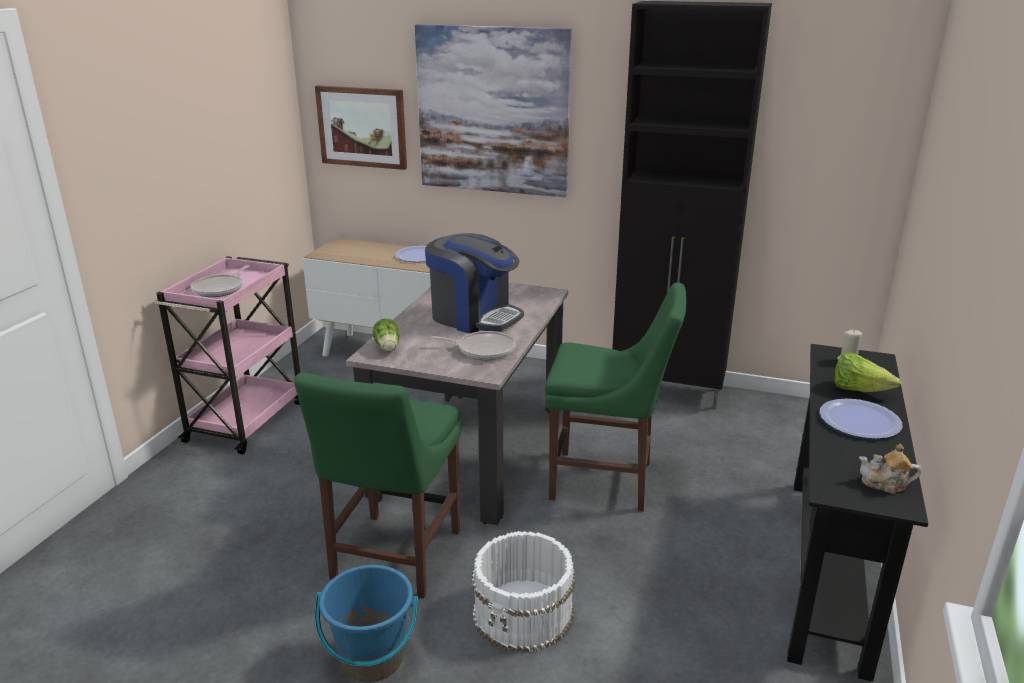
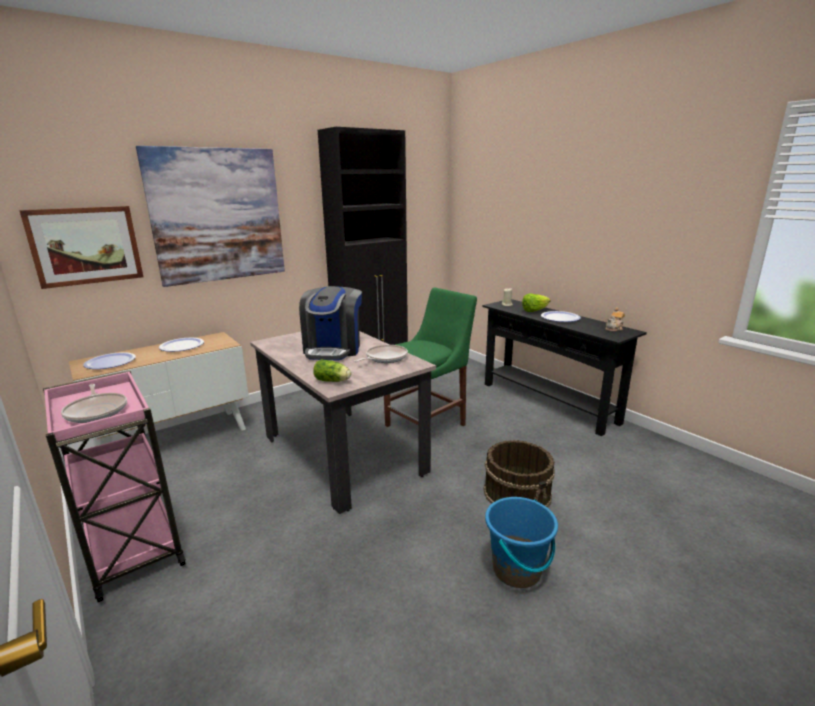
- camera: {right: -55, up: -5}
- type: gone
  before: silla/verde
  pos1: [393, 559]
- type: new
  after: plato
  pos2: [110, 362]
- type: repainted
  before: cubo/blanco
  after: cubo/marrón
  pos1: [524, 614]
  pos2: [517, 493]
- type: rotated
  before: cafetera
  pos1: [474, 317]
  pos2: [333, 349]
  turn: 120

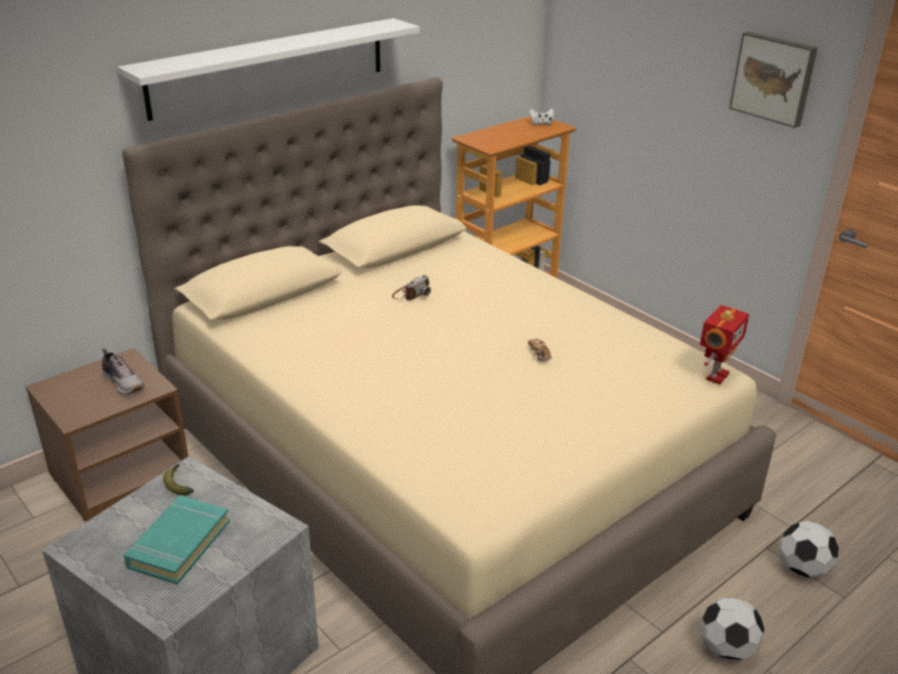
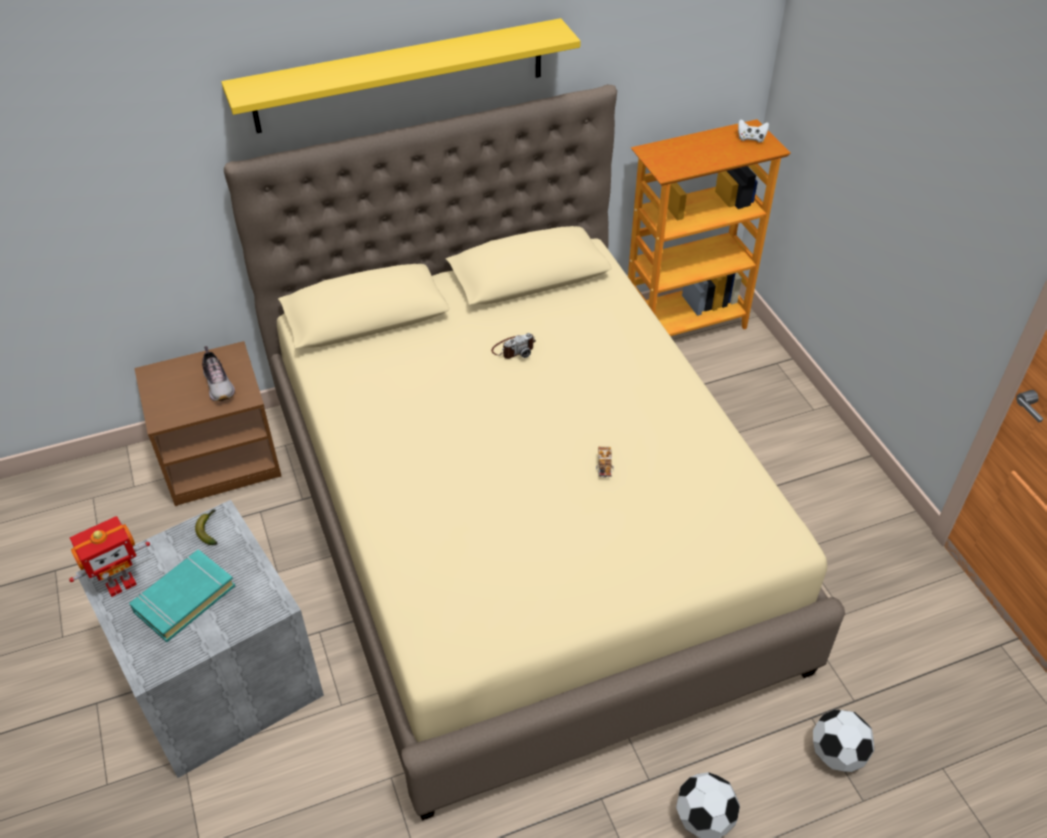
- camera: {right: 20, up: 15}
- type: gone
  before: cuadro
  pos1: [774, 78]
- type: shifted
  before: robot de juguete
  pos1: [715, 376]
  pos2: [120, 583]
- type: repainted
  before: estante/blanco
  after: estante/amarillo
  pos1: [270, 67]
  pos2: [400, 76]

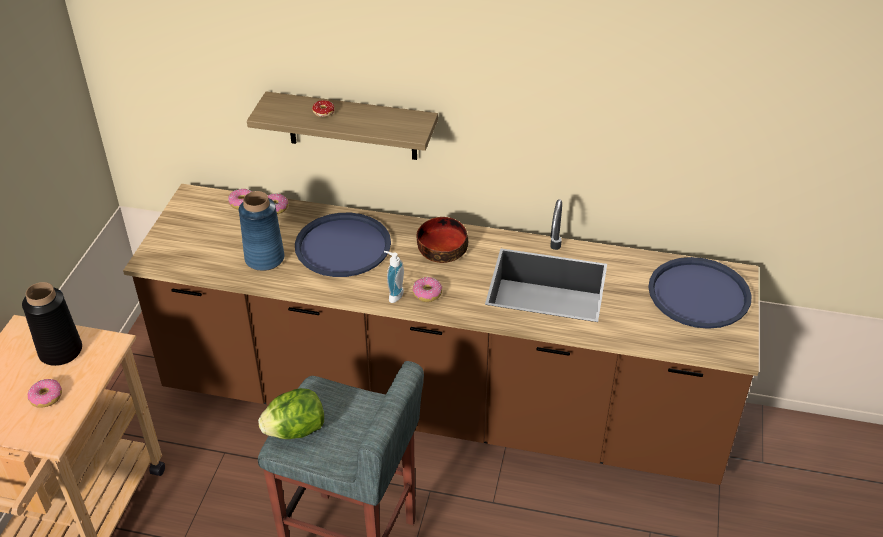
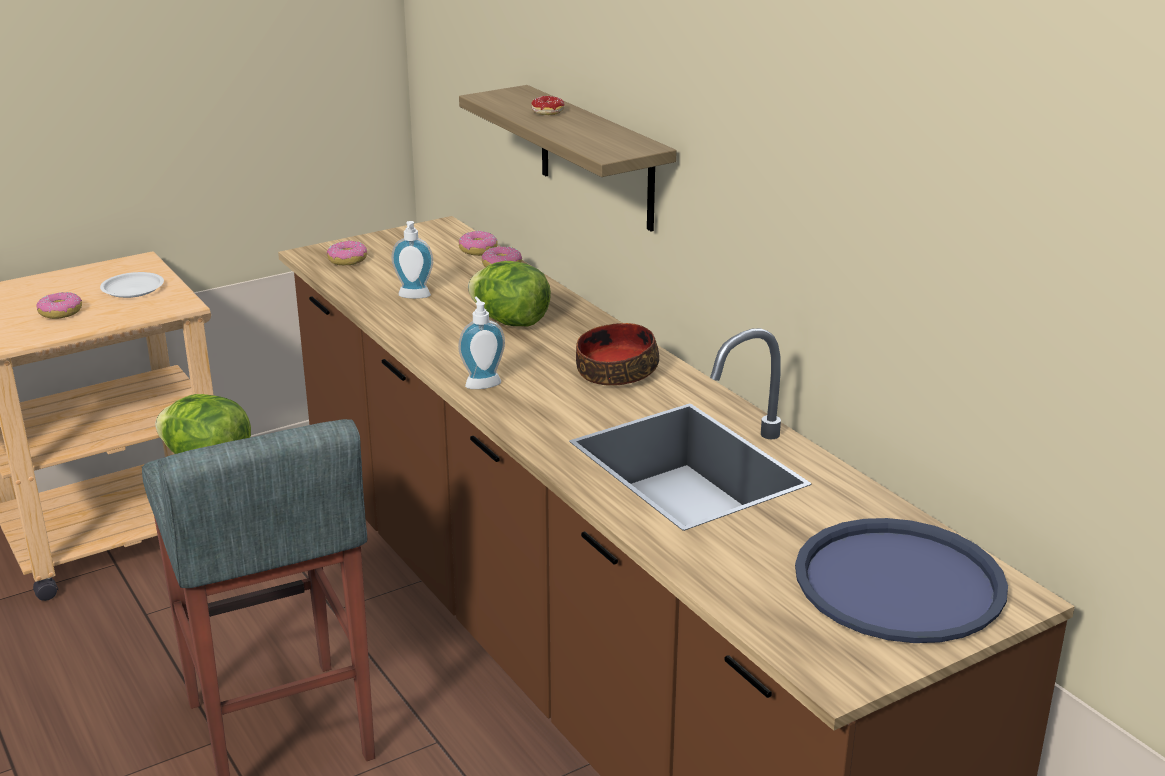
- camera: {right: 45, up: -15}
- type: shifted
  before: rosquilla
  pos1: [427, 293]
  pos2: [347, 260]
- type: swapped
  before: florero/negro
  after: plato/blanco
  pos1: [60, 351]
  pos2: [132, 289]
- type: swapped
  before: florero/azul
  after: dispensador de jabón
  pos1: [264, 258]
  pos2: [414, 297]
- type: swapped
  before: bandeja/azul
  after: lechuga
  pos1: [343, 246]
  pos2: [510, 322]

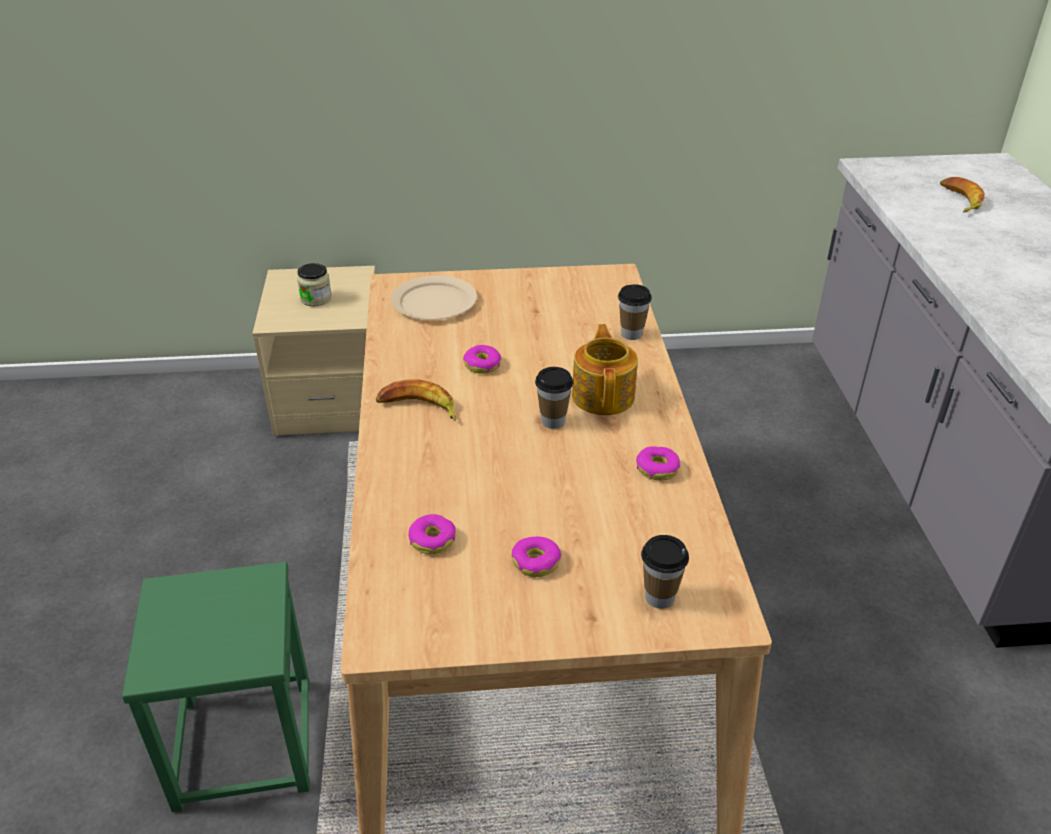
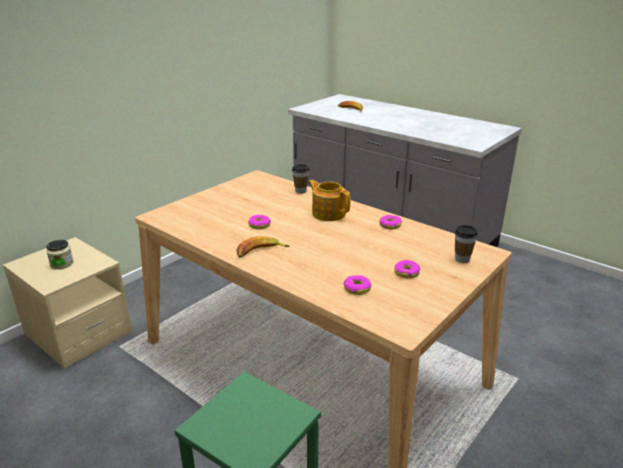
- camera: {right: -45, up: -10}
- type: gone
  before: plato/beis
  pos1: [433, 302]
- type: gone
  before: taza
  pos1: [553, 421]

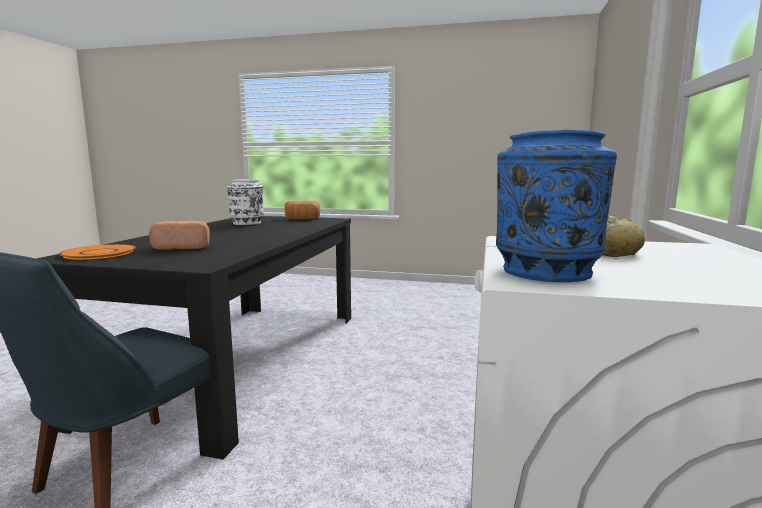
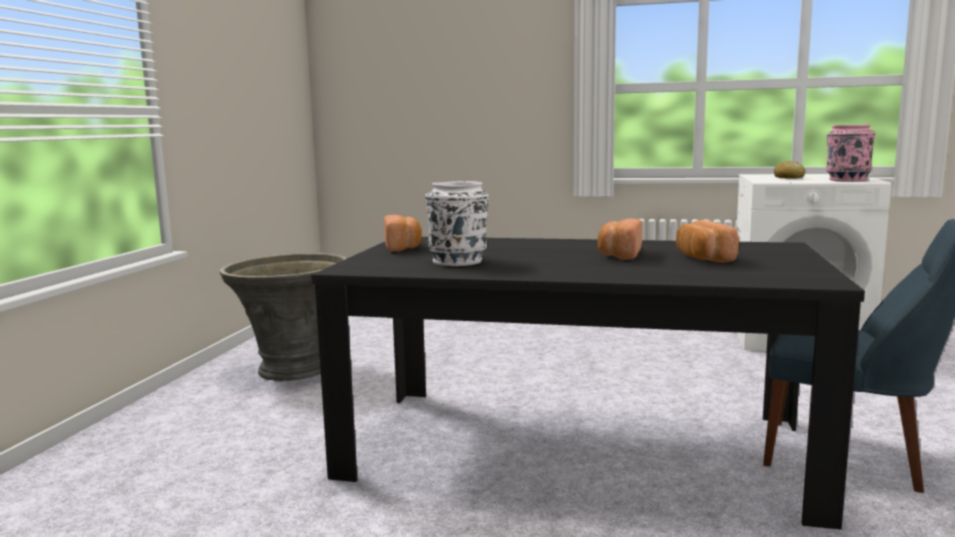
- camera: {right: -90, up: 0}
- type: gone
  before: plato/naranja
  pos1: [99, 253]
- type: new
  after: maceta/gris
  pos2: [292, 370]
- type: new
  after: pan
  pos2: [619, 255]
- type: repainted
  before: florero/azul
  after: florero/rosa
  pos1: [545, 271]
  pos2: [847, 180]

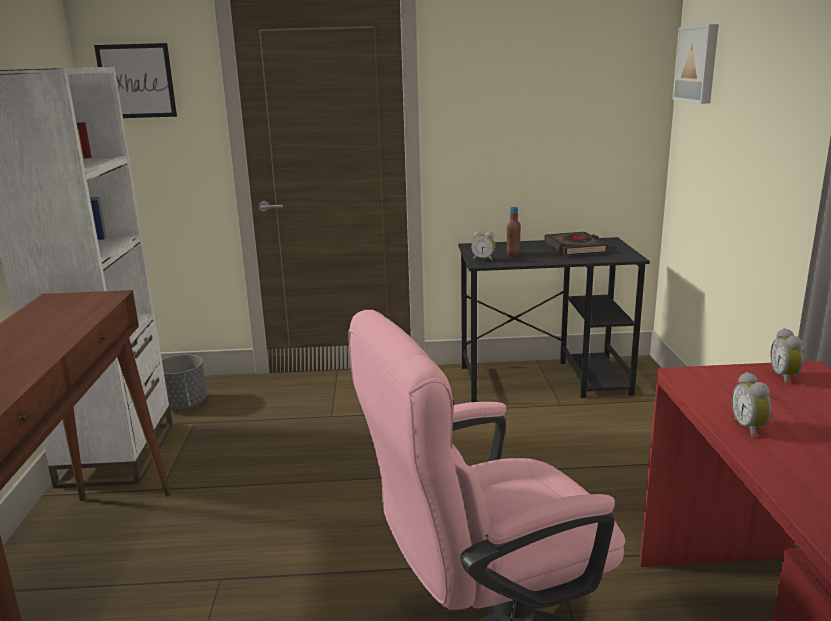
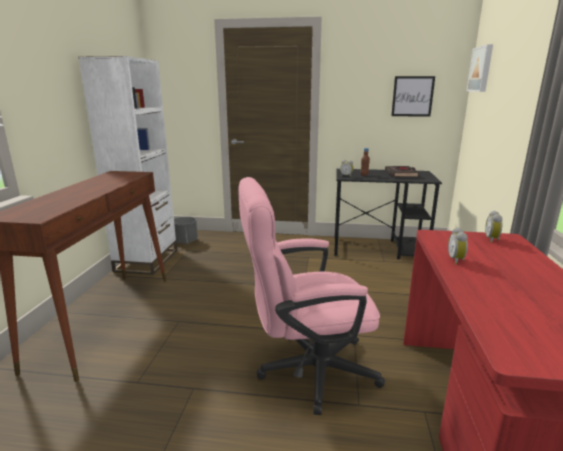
- camera: {right: 10, up: 0}
- type: shifted
  before: cuadro
  pos1: [136, 81]
  pos2: [412, 96]

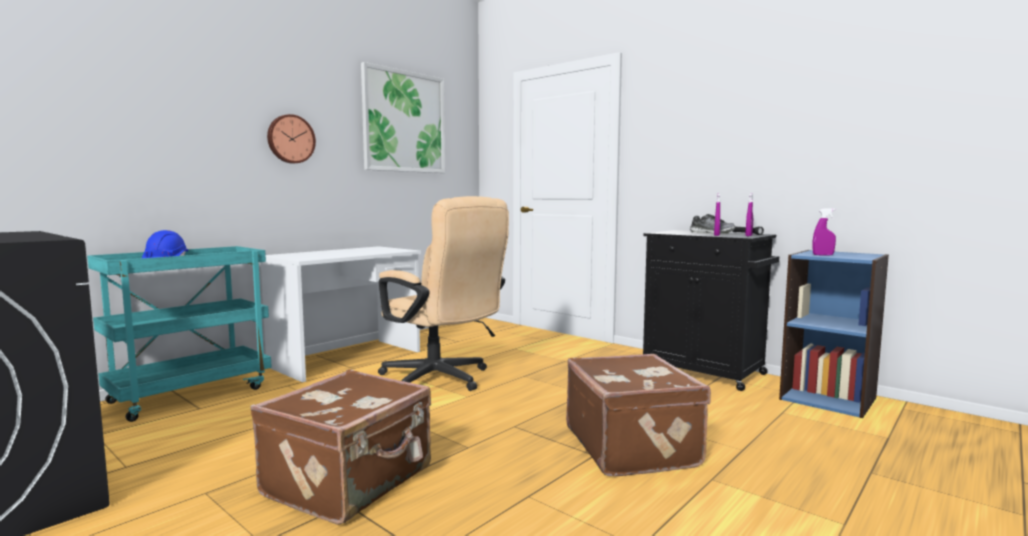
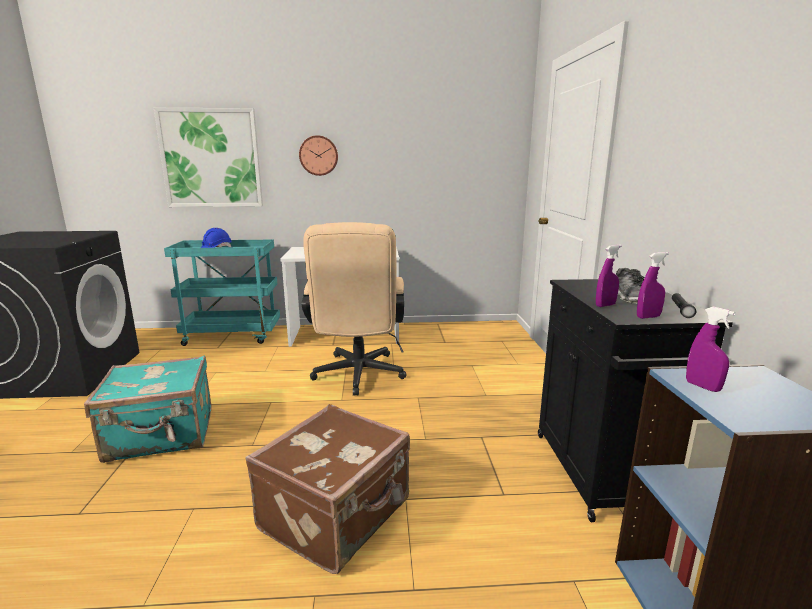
- camera: {right: 45, up: 10}
- type: shifted
  before: cuadro
  pos1: [404, 122]
  pos2: [211, 158]
- type: repainted
  before: maleta/marrón
  after: maleta/turquesa
  pos1: [351, 482]
  pos2: [162, 435]

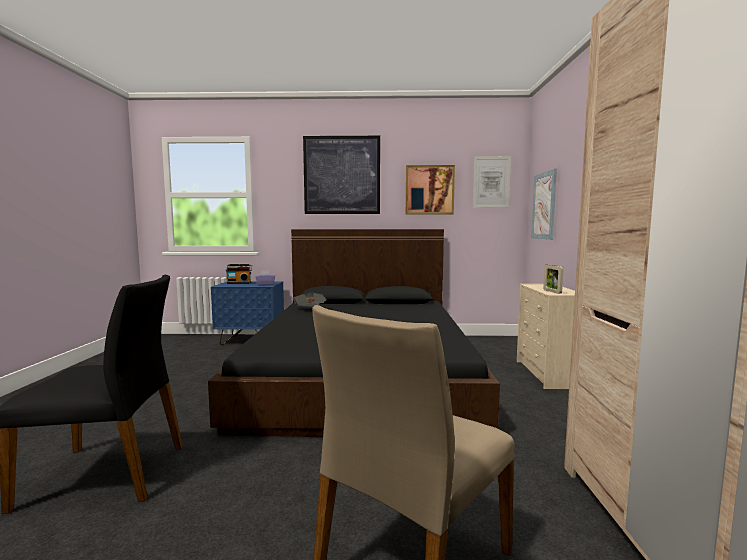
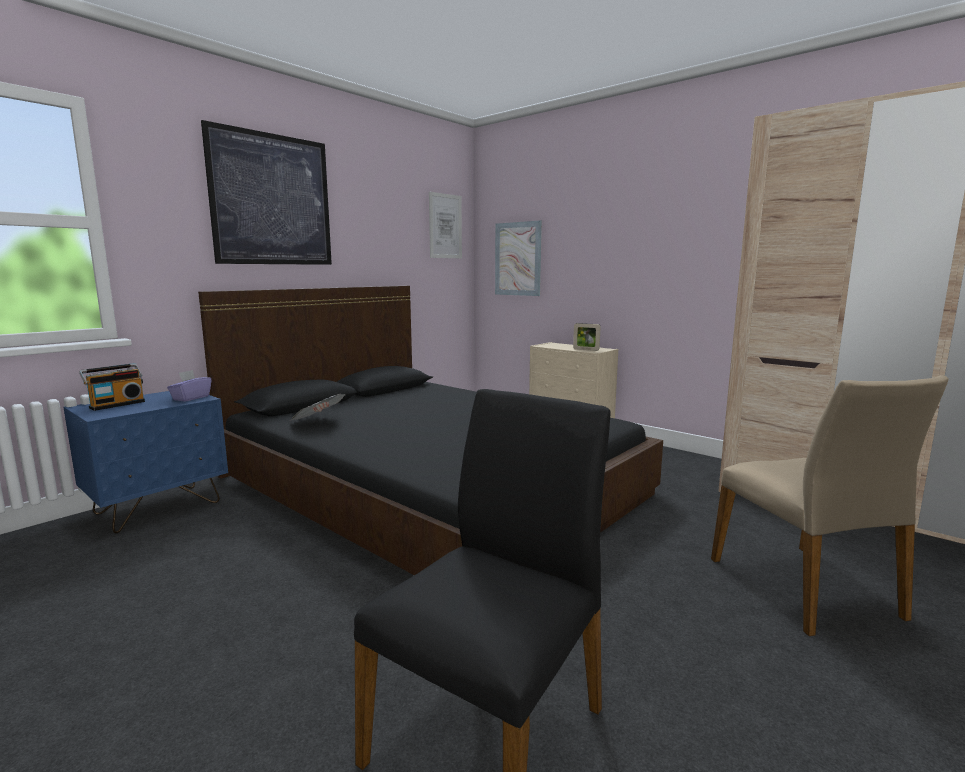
- camera: {right: -50, up: 5}
- type: gone
  before: cuadro
  pos1: [429, 190]

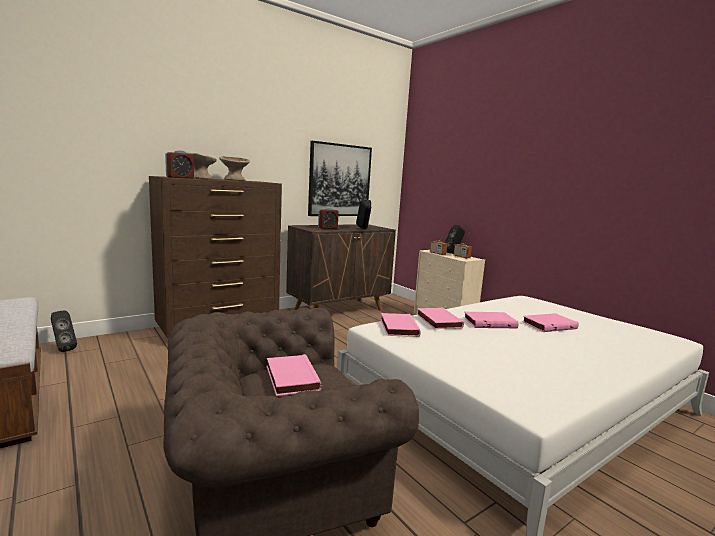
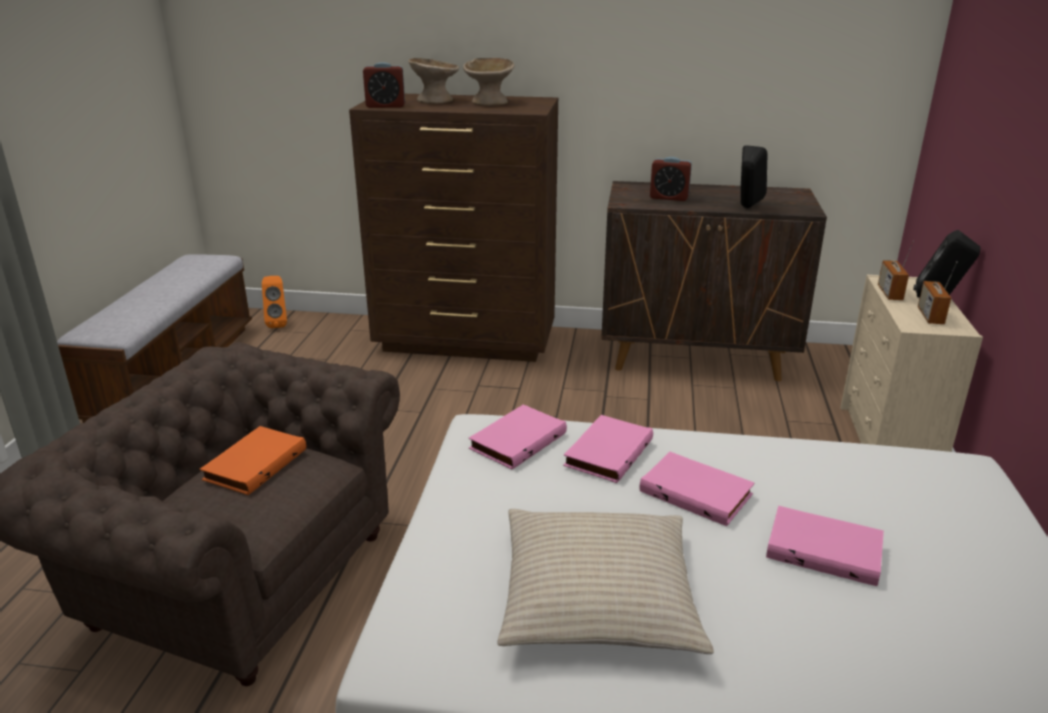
- camera: {right: 45, up: 15}
- type: gone
  before: cuadro
  pos1: [339, 180]
- type: new
  after: cojín/beis
  pos2: [598, 597]
- type: repainted
  before: altavoz/negro
  after: altavoz/naranja
  pos1: [62, 349]
  pos2: [278, 323]
- type: repainted
  before: libro/rosa
  after: libro/naranja
  pos1: [290, 378]
  pos2: [254, 463]

